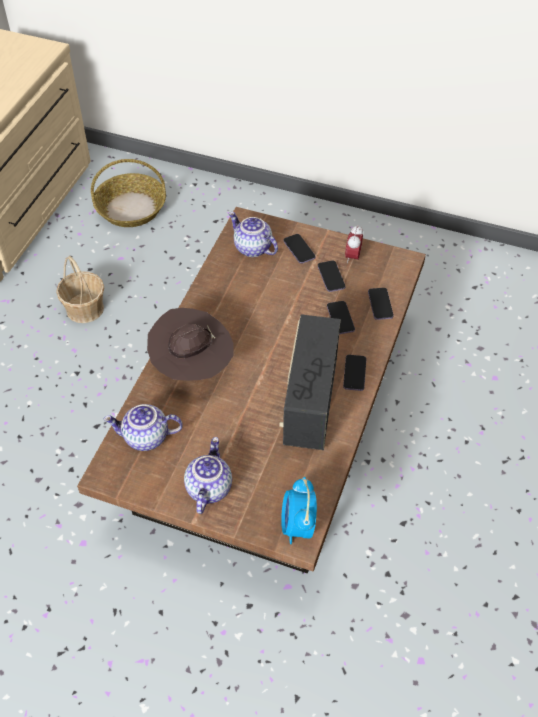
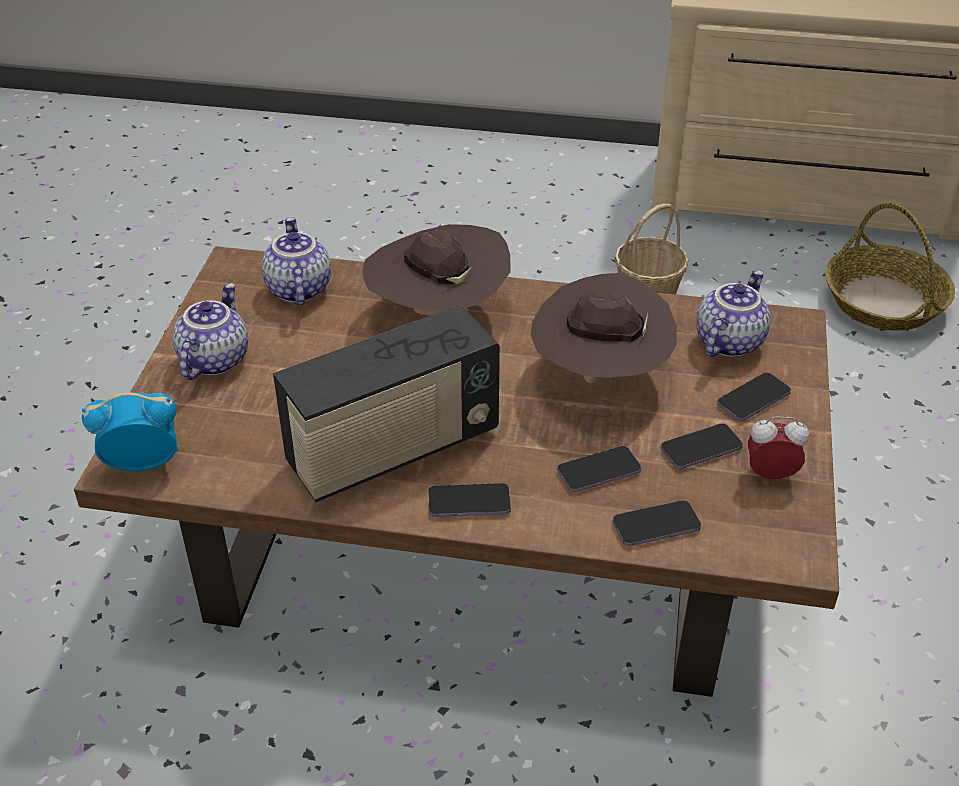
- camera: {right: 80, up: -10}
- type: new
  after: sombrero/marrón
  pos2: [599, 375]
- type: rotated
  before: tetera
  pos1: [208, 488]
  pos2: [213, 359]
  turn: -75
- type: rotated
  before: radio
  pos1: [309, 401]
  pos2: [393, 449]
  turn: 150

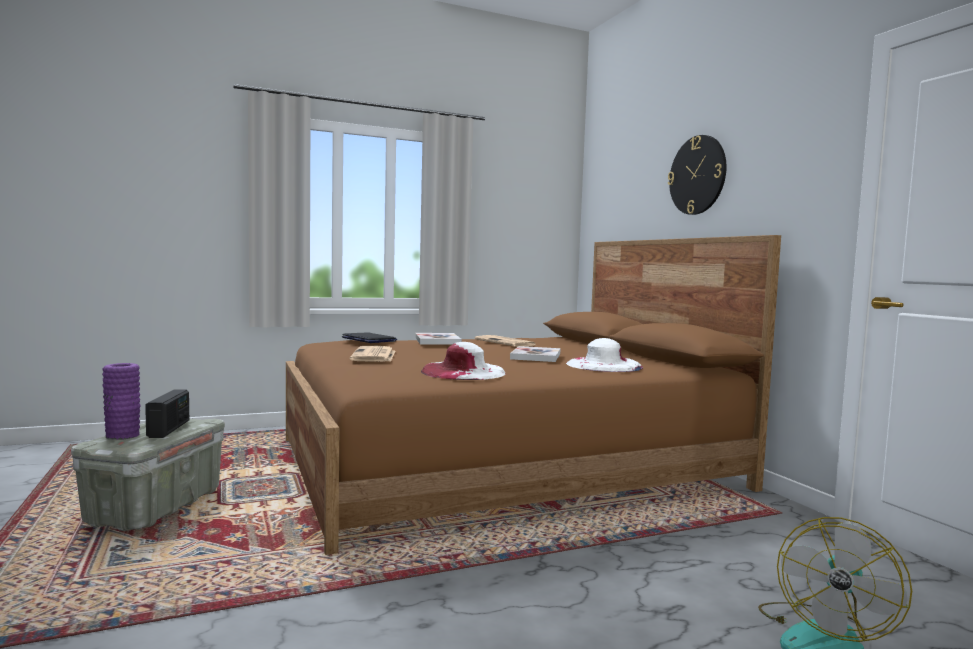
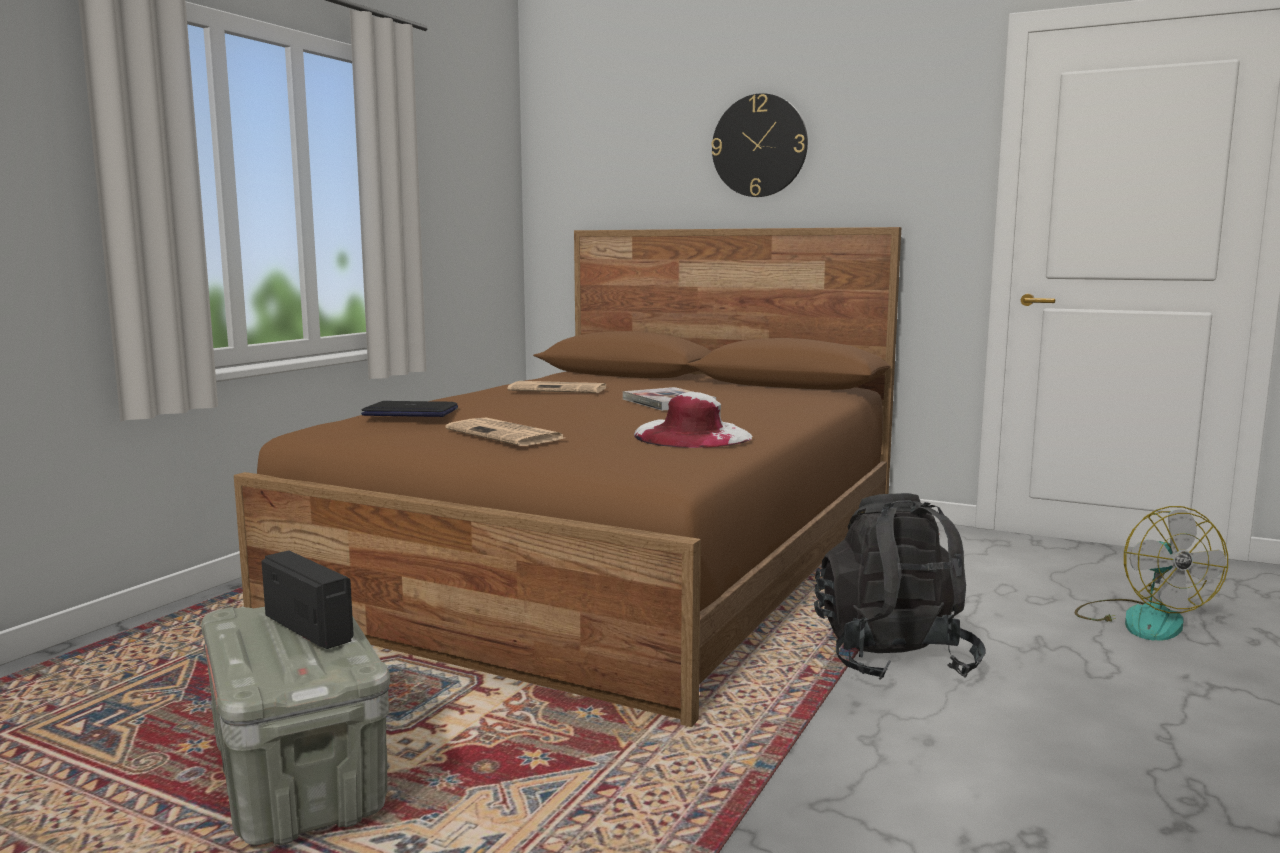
- camera: {right: -40, up: 5}
- type: gone
  before: florero/morado
  pos1: [122, 435]
- type: gone
  before: libro
  pos1: [437, 341]
- type: gone
  before: sombrero/blanco
  pos1: [604, 365]
- type: new
  after: mochila/negro
  pos2: [893, 658]

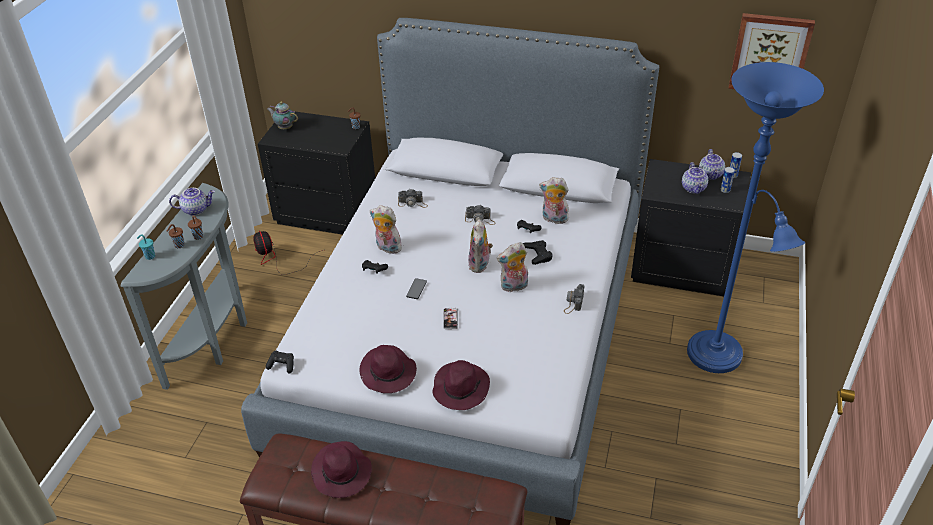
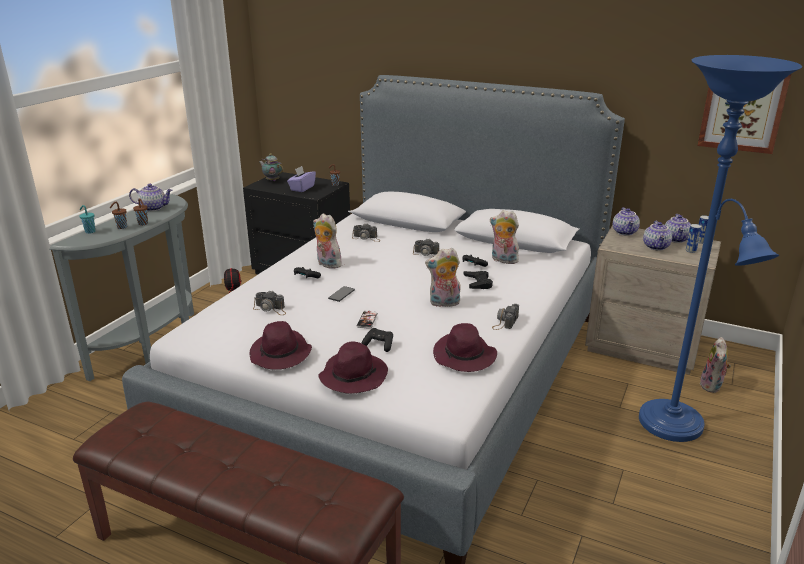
- camera: {right: 10, up: -15}
- type: new
  after: cámara
  pos2: [270, 309]
- type: new
  after: caja de pañuelos/morado
  pos2: [302, 188]
- type: new
  after: tetera
  pos2: [625, 232]
- type: shifted
  before: mando de consola/negro
  pos1: [282, 365]
  pos2: [379, 345]
- type: shifted
  before: sombrero/morado
  pos1: [342, 473]
  pos2: [465, 356]
- type: shifted
  before: peluche
  pos1: [480, 265]
  pos2: [712, 386]
- type: repainted
  before: mesita de noche/negro
  after: mesita de noche/beis
  pos1: [682, 268]
  pos2: [642, 346]

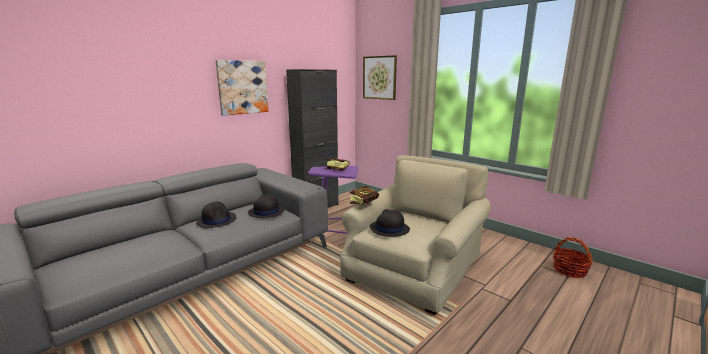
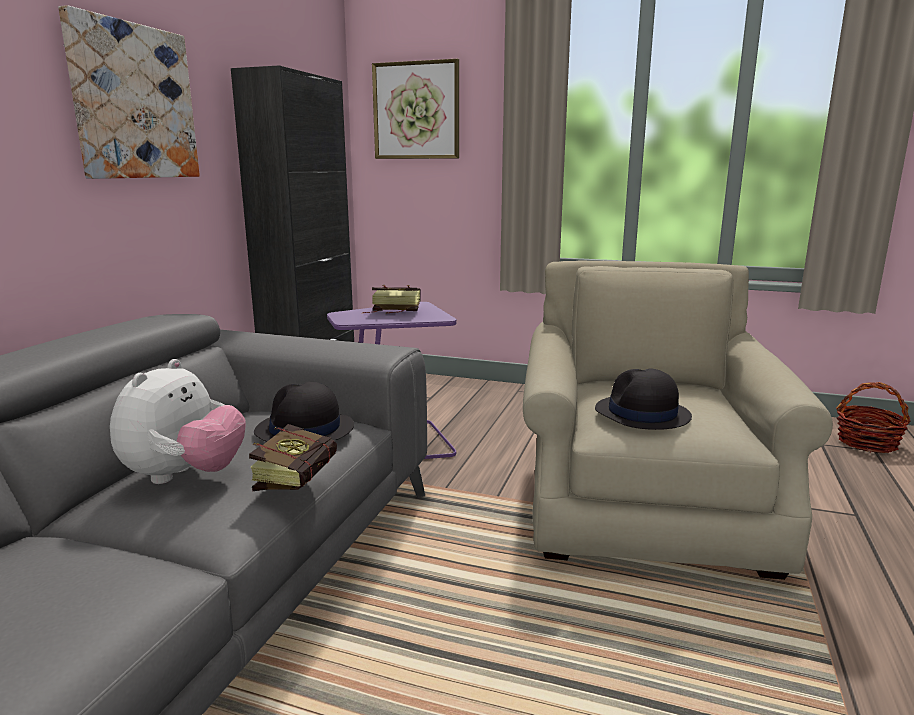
- camera: {right: -25, up: 0}
- type: shifted
  before: libro
  pos1: [366, 203]
  pos2: [300, 479]
- type: swapped
  before: sombrero/negro
  after: peluche
  pos1: [217, 220]
  pos2: [185, 476]

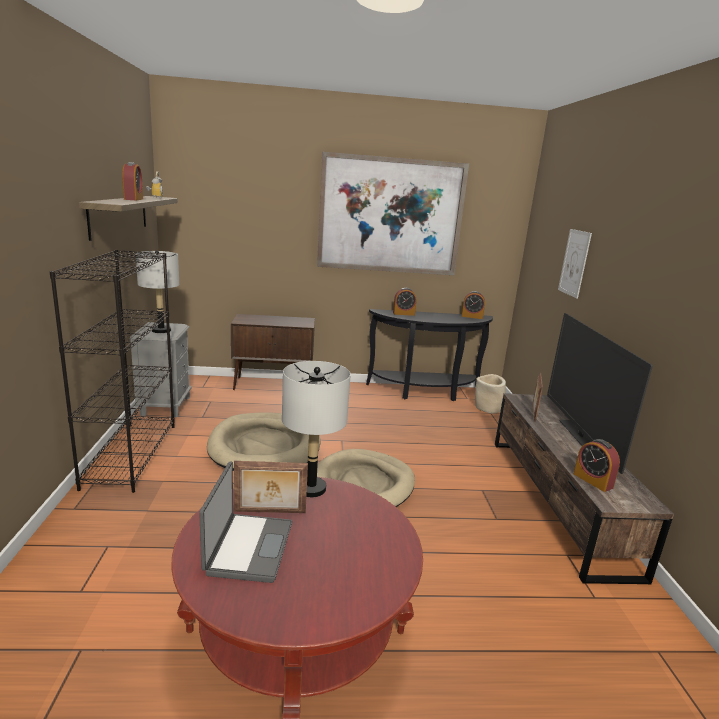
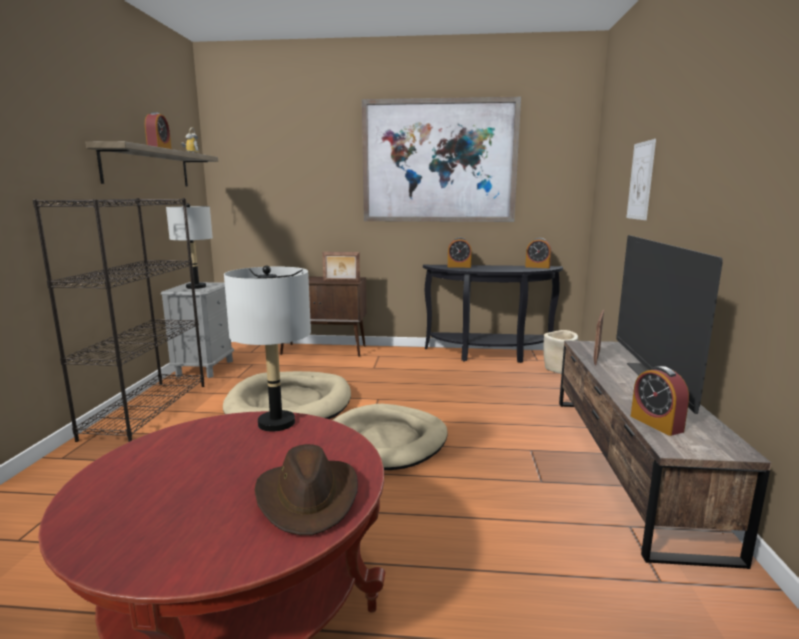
- camera: {right: 10, up: -5}
- type: gone
  before: portátil
  pos1: [248, 547]
- type: new
  after: sombrero/marrón
  pos2: [308, 497]
- type: shifted
  before: portarretratos
  pos1: [270, 512]
  pos2: [341, 282]

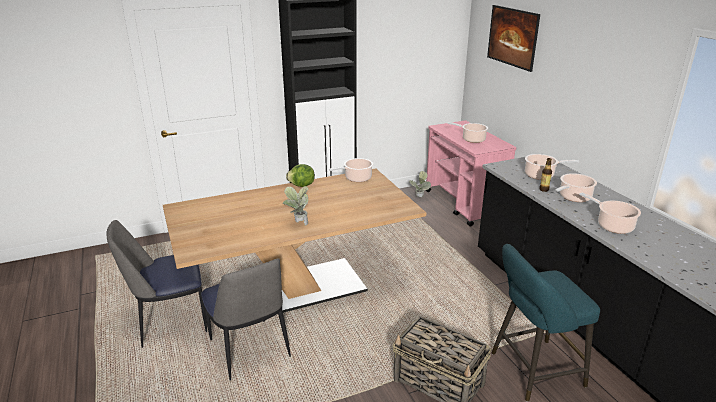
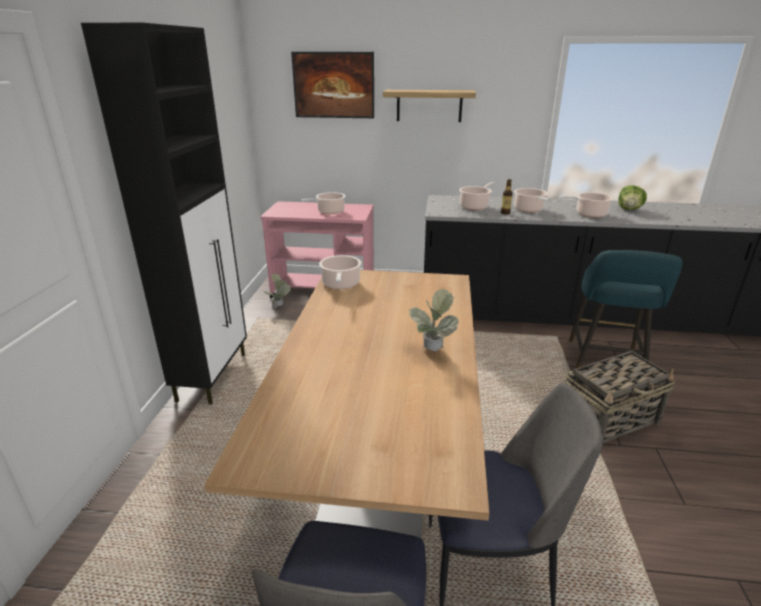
- camera: {right: -60, up: 0}
- type: new
  after: estante
  pos2: [429, 105]
- type: shifted
  before: lechuga
  pos1: [301, 186]
  pos2: [629, 209]

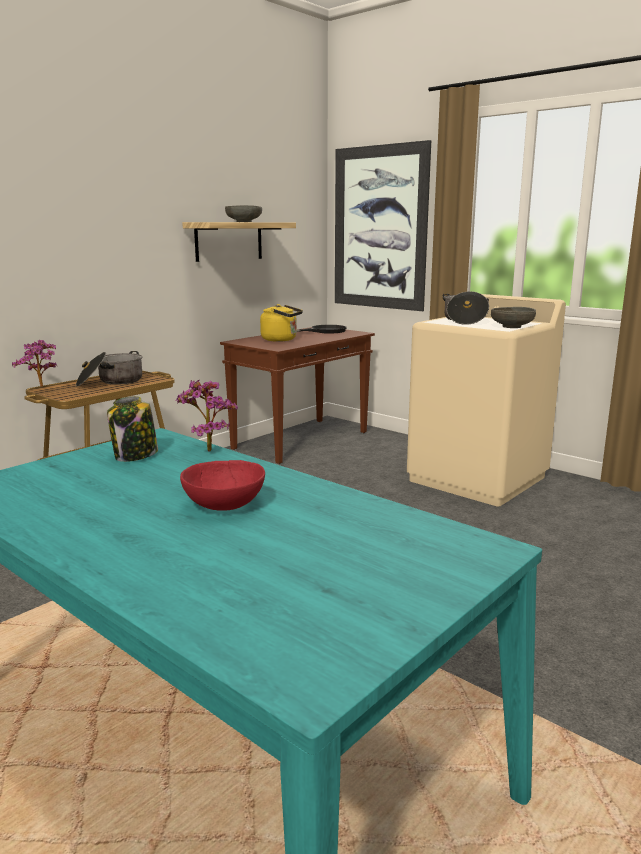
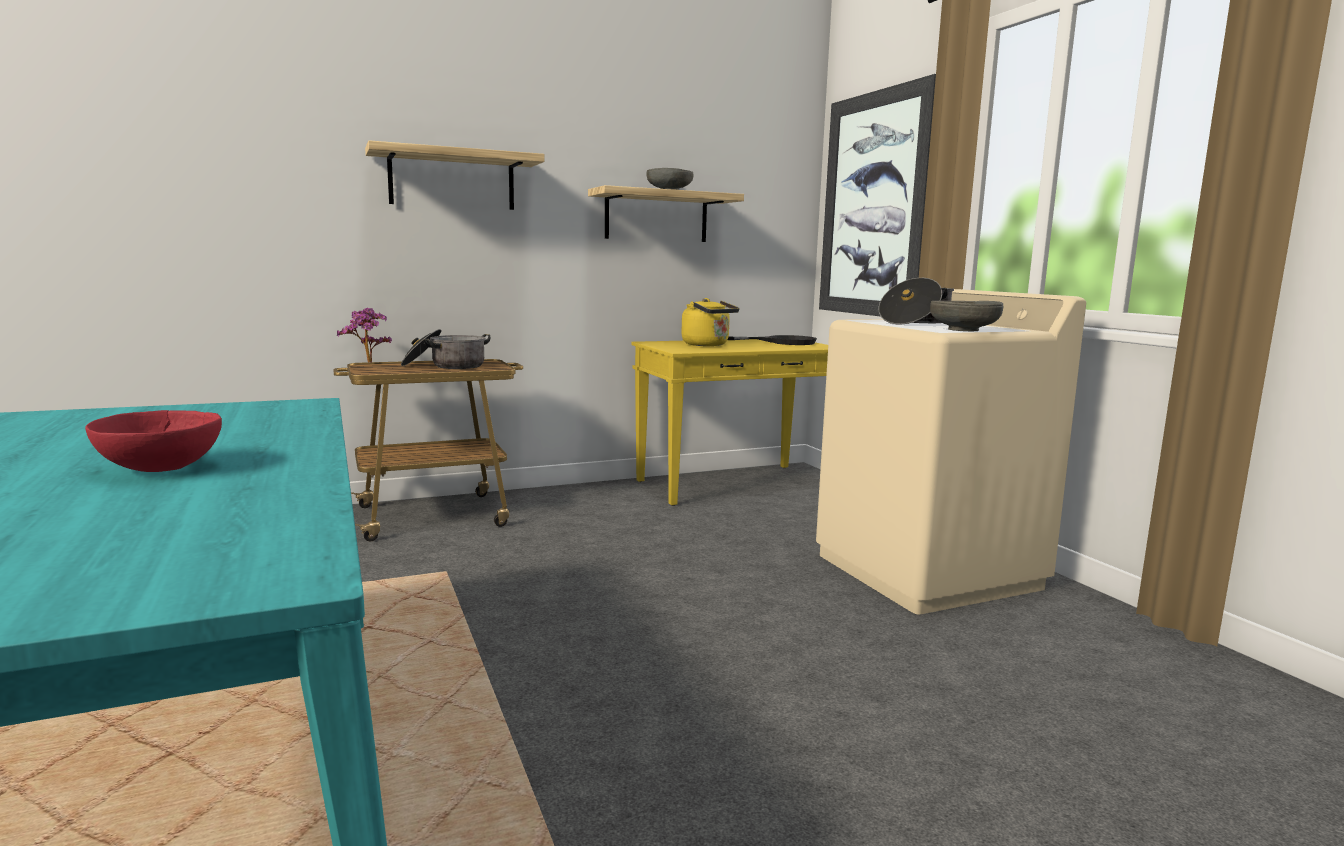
- camera: {right: 25, up: -5}
- type: gone
  before: tarro
  pos1: [135, 456]
- type: gone
  before: planta en maceta
  pos1: [206, 449]
- type: new
  after: estante
  pos2: [452, 180]
- type: repainted
  before: mesa consola/marrón
  after: mesa consola/amarillo
  pos1: [301, 440]
  pos2: [734, 484]

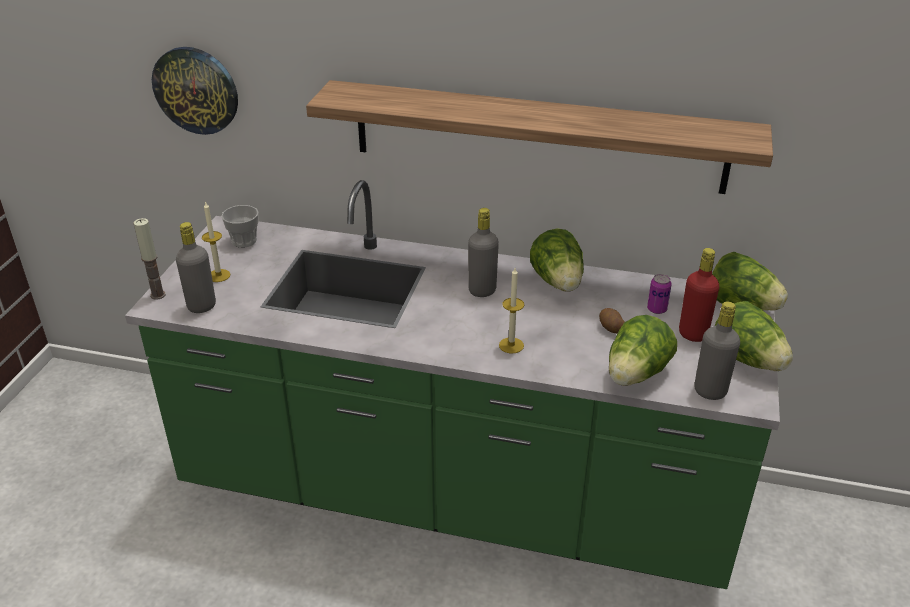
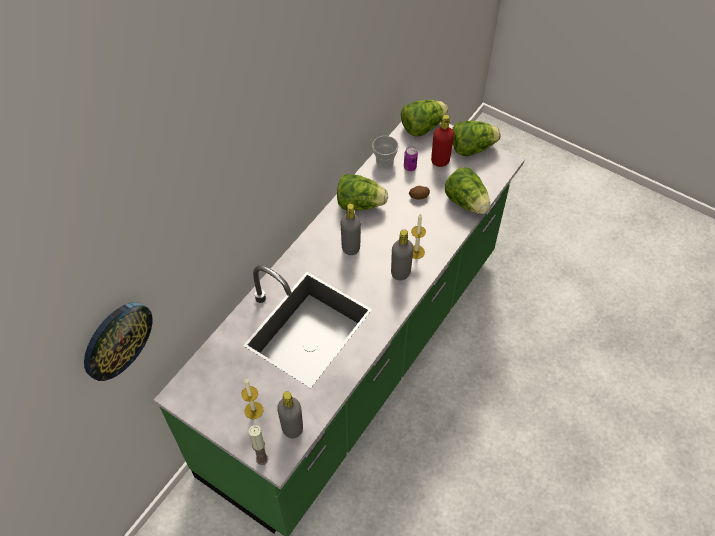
- camera: {right: -70, up: 20}
- type: gone
  before: estante
  pos1: [537, 136]
- type: shifted
  before: taza
  pos1: [244, 241]
  pos2: [384, 160]
- type: shifted
  before: botella/gris
  pos1: [710, 391]
  pos2: [400, 273]

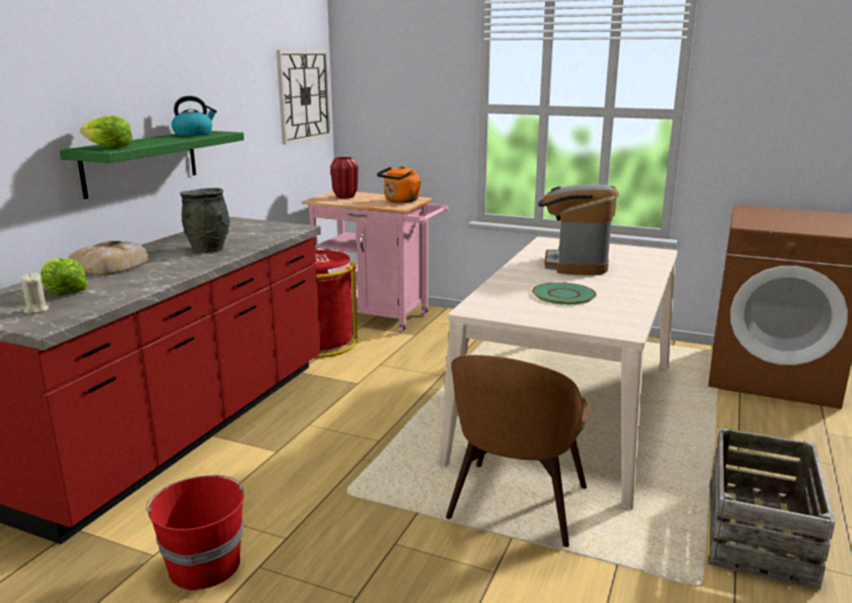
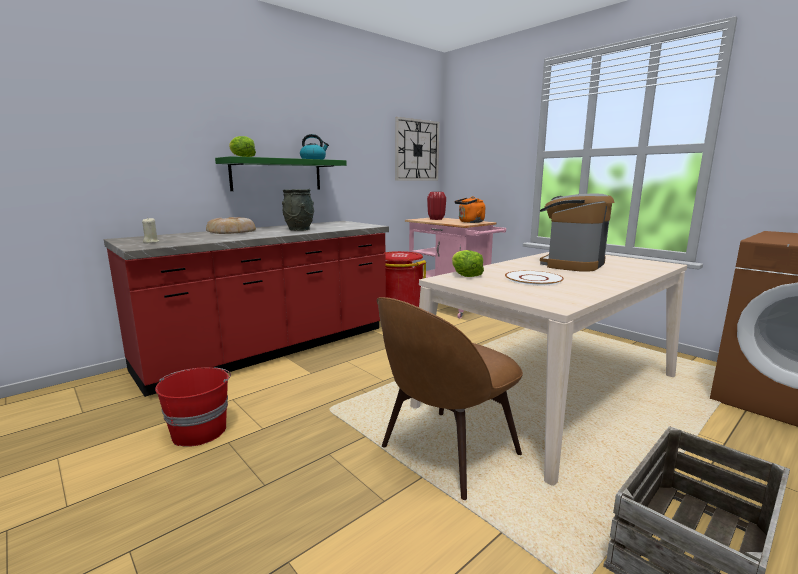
- camera: {right: 25, up: -5}
- type: shifted
  before: lechuga
  pos1: [63, 291]
  pos2: [465, 275]
- type: repainted
  before: plato/verde
  after: plato/blanco
  pos1: [563, 295]
  pos2: [533, 279]

